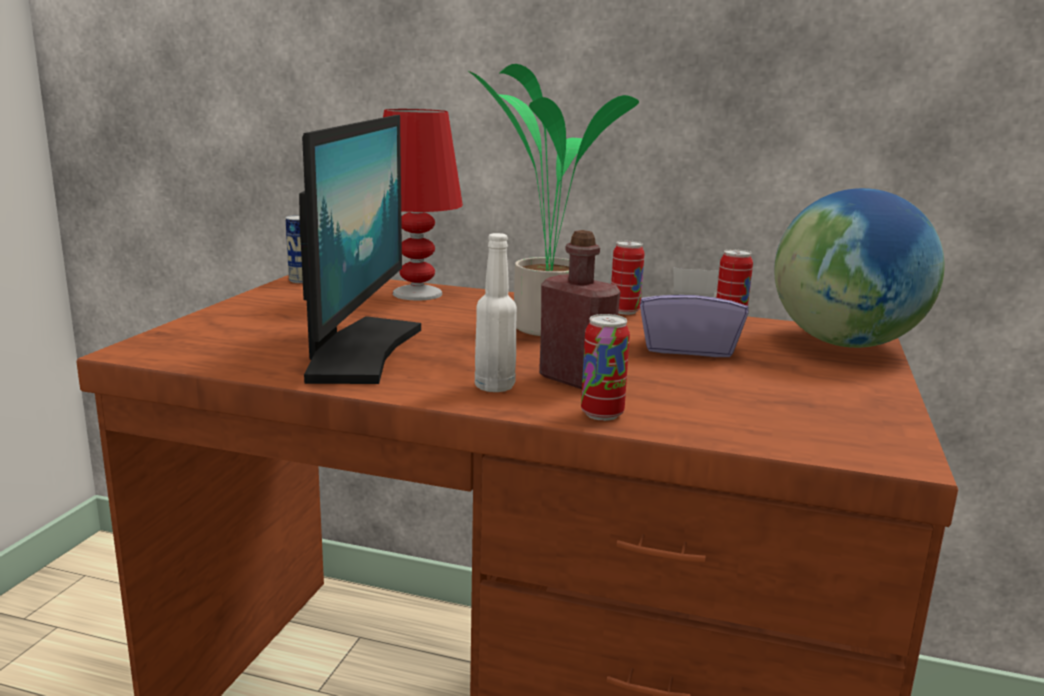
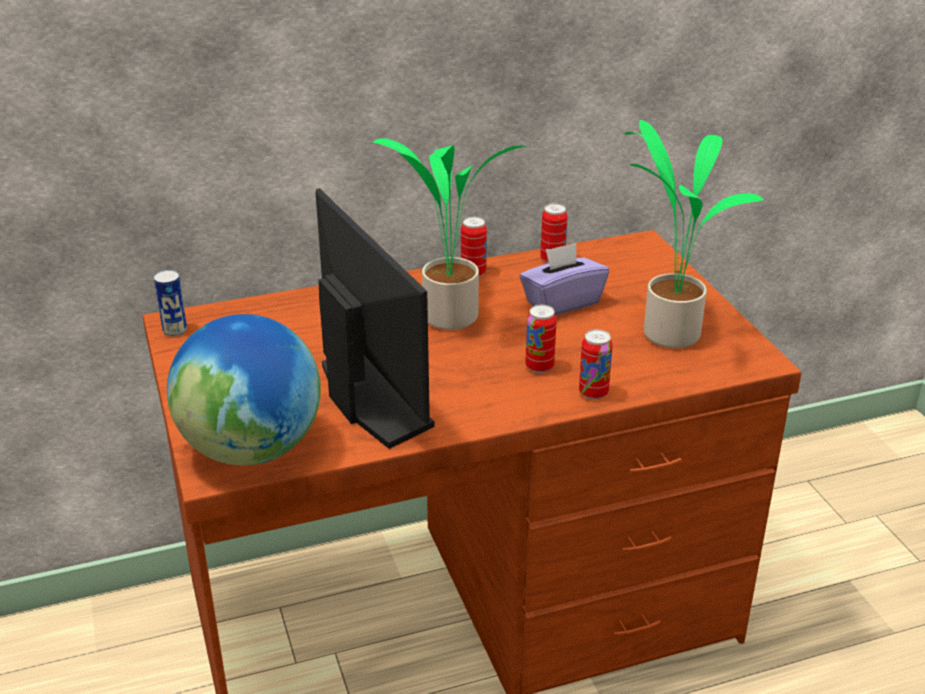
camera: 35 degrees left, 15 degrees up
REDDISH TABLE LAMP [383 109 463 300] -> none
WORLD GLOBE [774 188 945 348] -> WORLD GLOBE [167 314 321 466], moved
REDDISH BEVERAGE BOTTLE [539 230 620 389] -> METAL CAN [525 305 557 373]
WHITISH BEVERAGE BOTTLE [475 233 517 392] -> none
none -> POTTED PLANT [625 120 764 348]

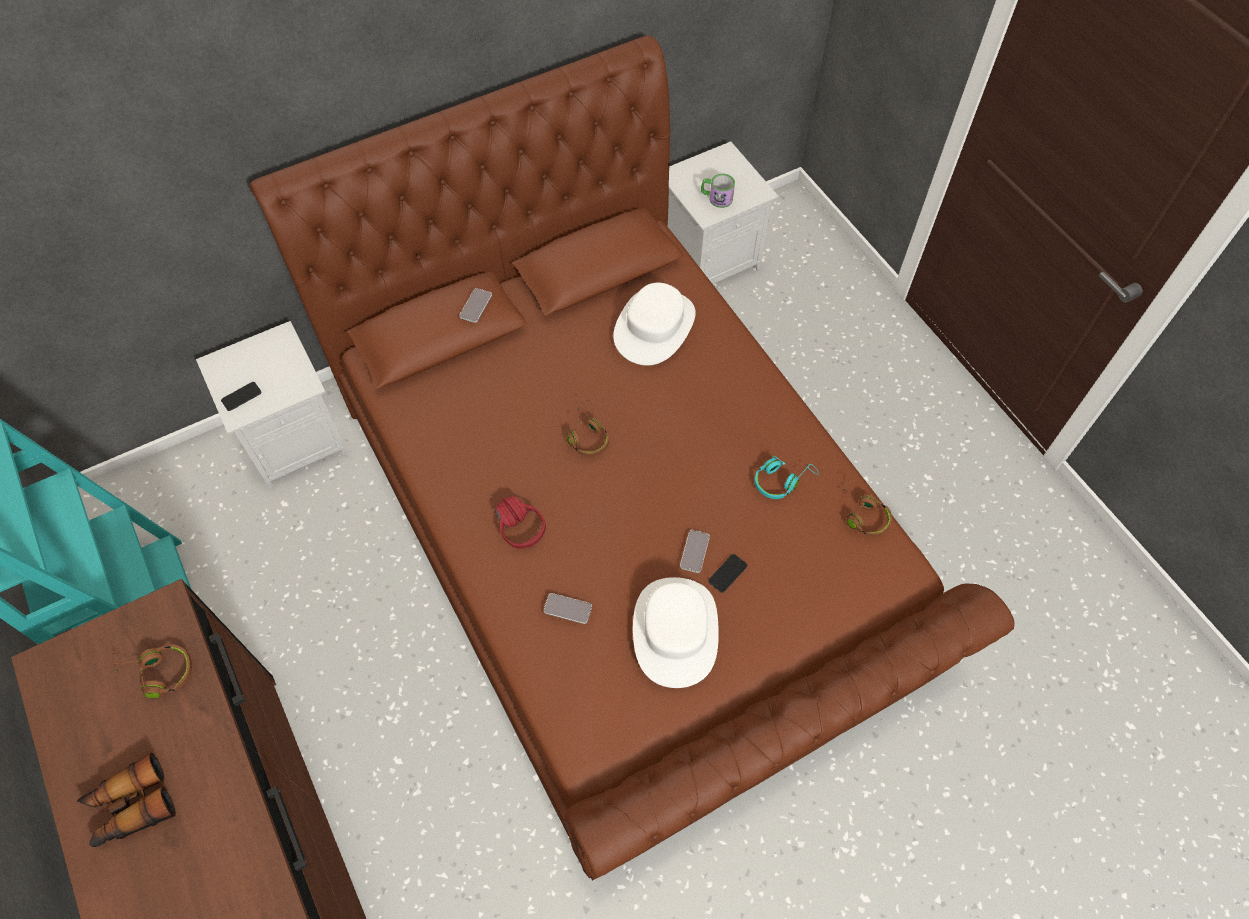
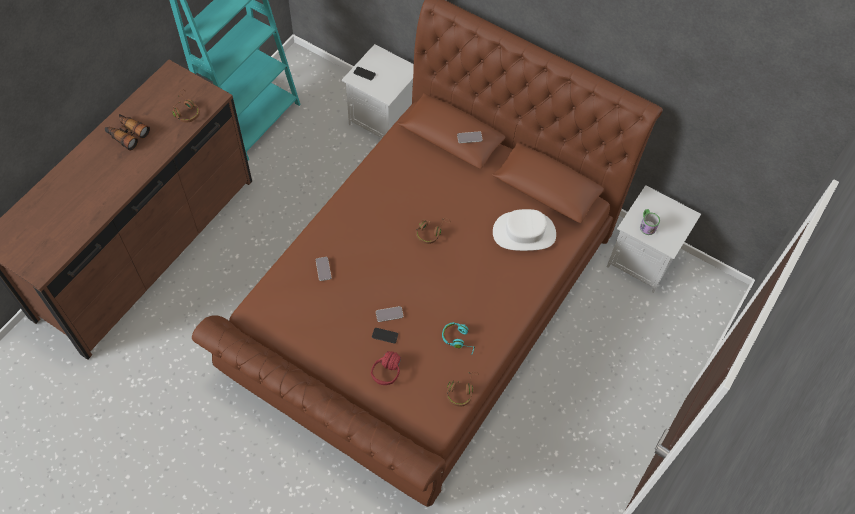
camera: 60 degrees right, 0 degrees up
REDDISH PAIR OF HEADPHONES [495 496 546 549] -> REDDISH PAIR OF HEADPHONES [371 351 401 385], moved
WHITISH WEARABLE HAT [633 577 719 688] -> none

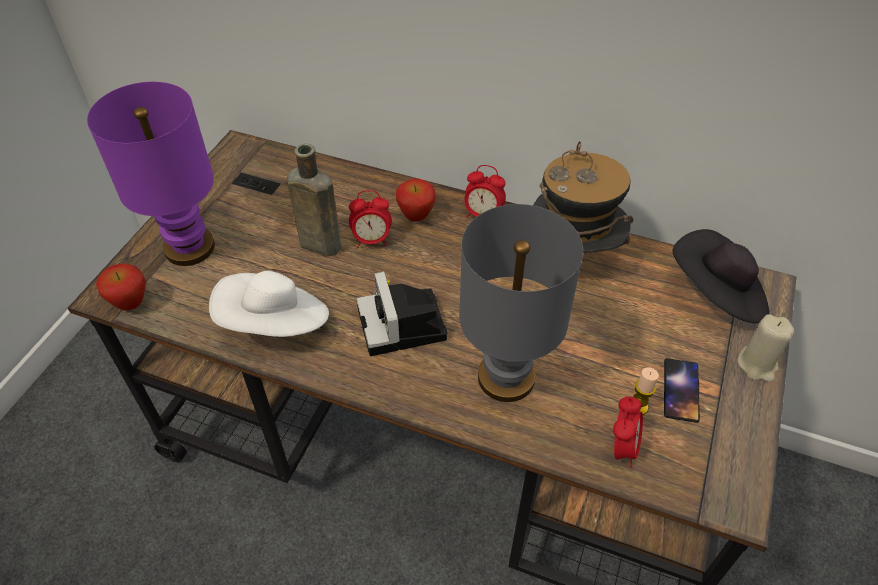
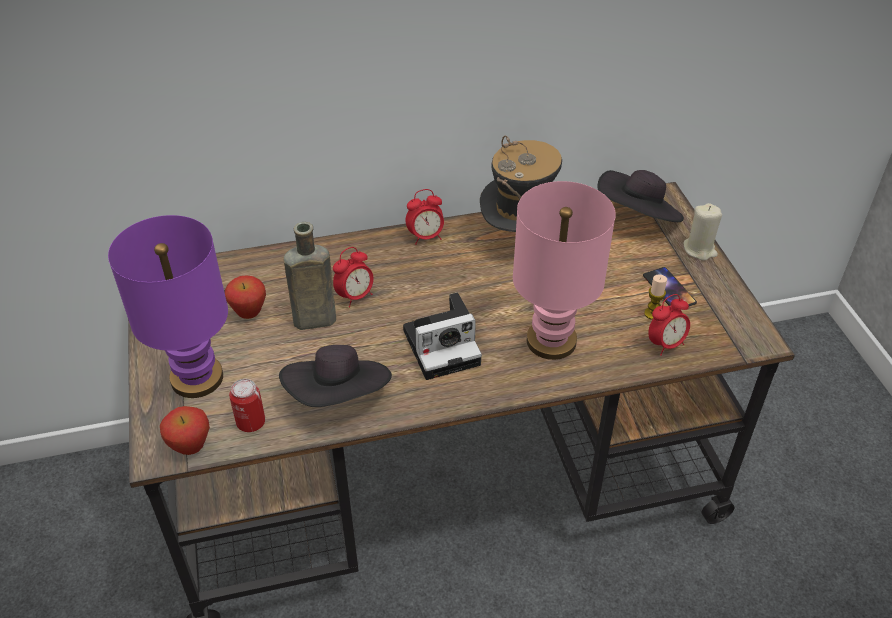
camera: 35 degrees left, 5 degrees down
APPLE FRUIT [396 179 436 222] -> APPLE FRUIT [225 275 266 319], moved
GREY TABLE LAMP [459 204 583 402] -> PINKISH TABLE LAMP [513 181 616 360]
WHITISH WEARABLE HAT [209 271 329 337] -> BLACK-COLOURED WEARABLE HAT [279 345 392 407]
STILL CAMERA [357 271 447 356] -> STILL CAMERA [403 292 482 380], 60 degrees counterclockwise
ALARM CLOCK [613 397 643 467] -> ALARM CLOCK [648 294 690 356], 75 degrees clockwise
none -> METAL CAN [229 379 265 432]

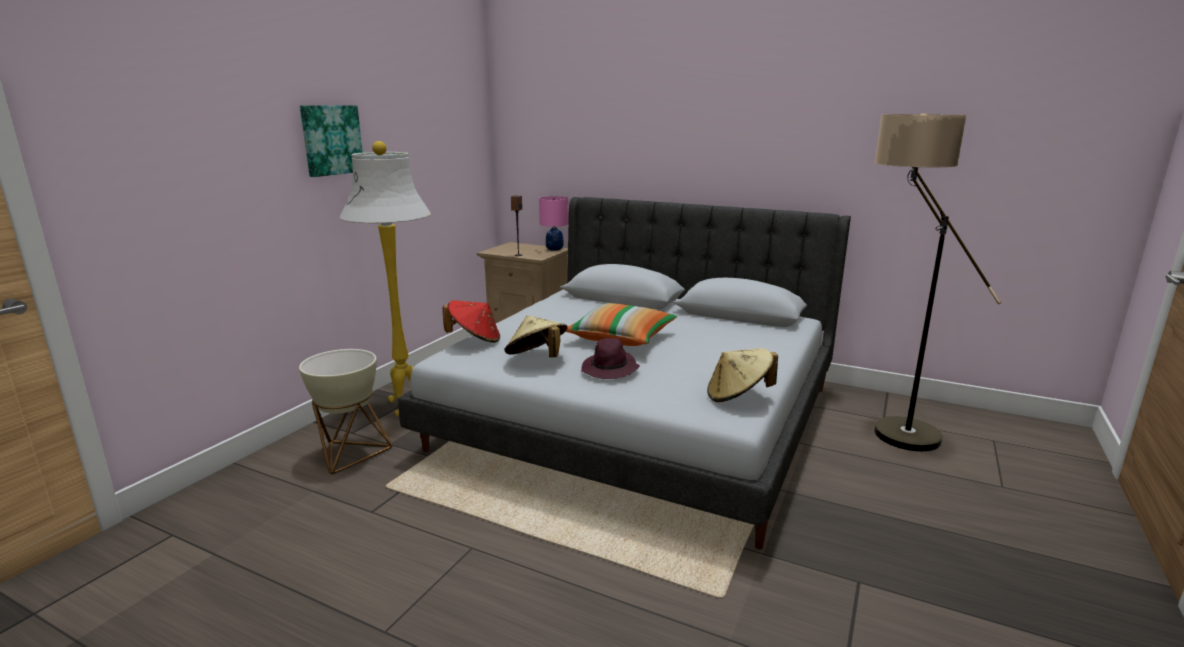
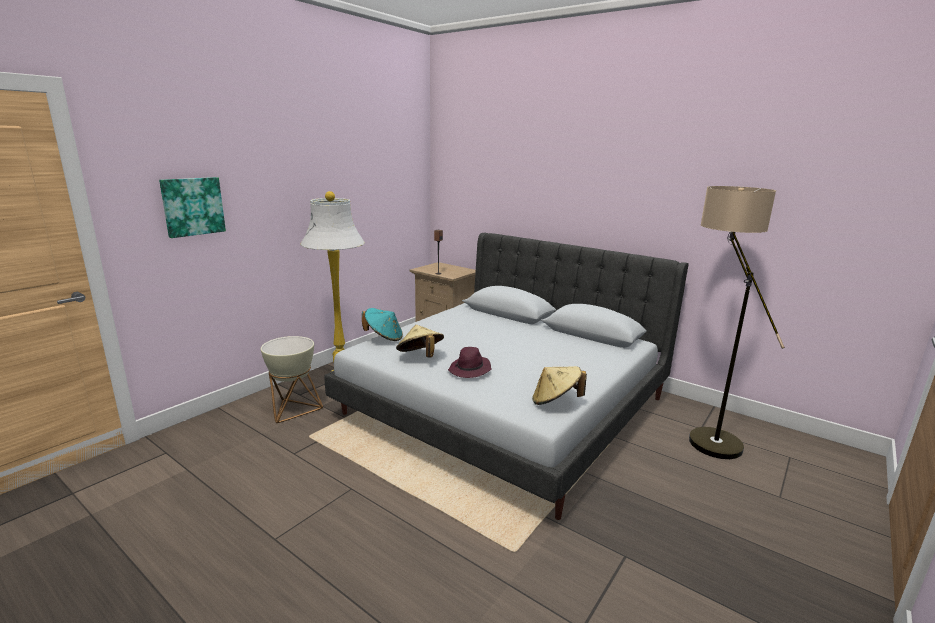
camera: 10 degrees right, 0 degrees up
WALL PICTURE [300 105 363 177] -> WALL PICTURE [159 177 226 238], moved
PINKISH TABLE LAMP [539 196 569 251] -> none
REDDISH WEARABLE HAT [443 300 500 343] -> TURQUOISE-COLOURED WEARABLE HAT [362 308 403 341]
CUSHION [566 303 677 346] -> none

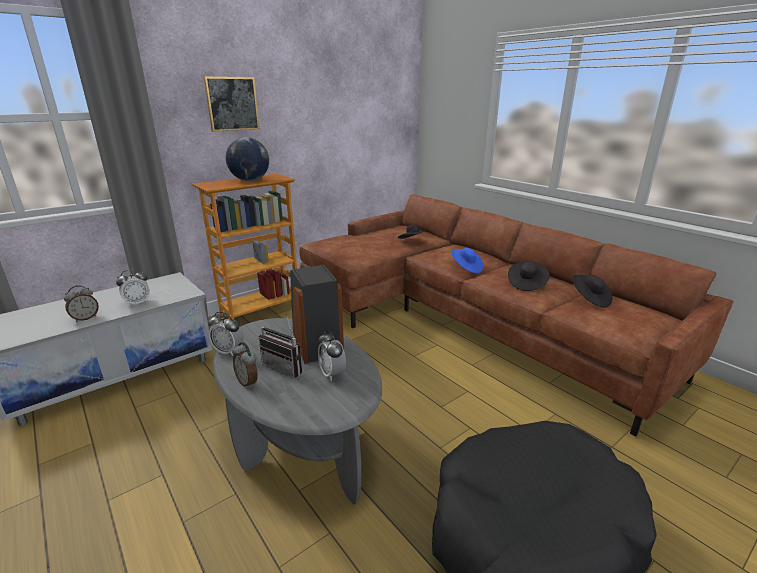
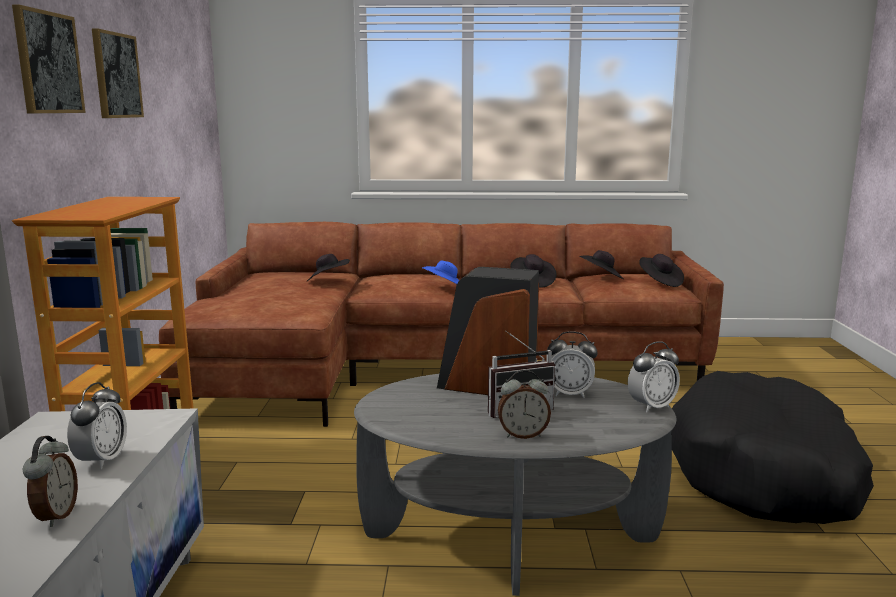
camera: 50 degrees left, 10 degrees down
WORLD GLOBE [226 138 269 181] -> none
ALARM CLOCK [208 312 244 356] -> ALARM CLOCK [628 341 680 412], moved
none -> WALL PICTURE [92 28 144 118]
none -> BLACK-COLOURED WEARABLE HAT [639 254 684 287]

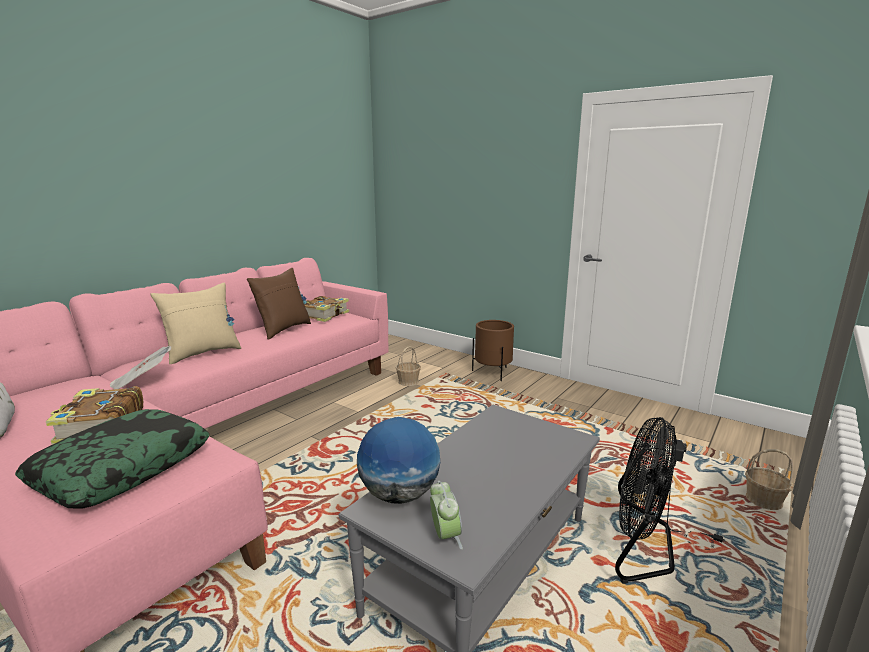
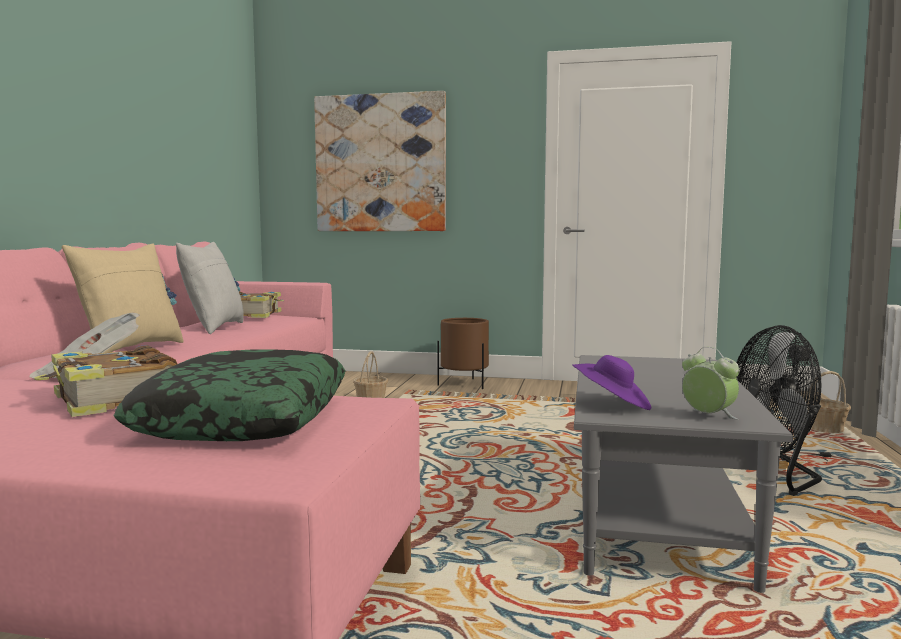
camera: 25 degrees left, 10 degrees down
BROWNISH CUSHION [247 268 311 340] -> GREY CUSHION [176 242 244 334]
WORLD GLOBE [357 417 440 504] -> PURPLE WEARABLE HAT [572 355 651 410]
none -> WALL PICTURE [314 91 446 231]

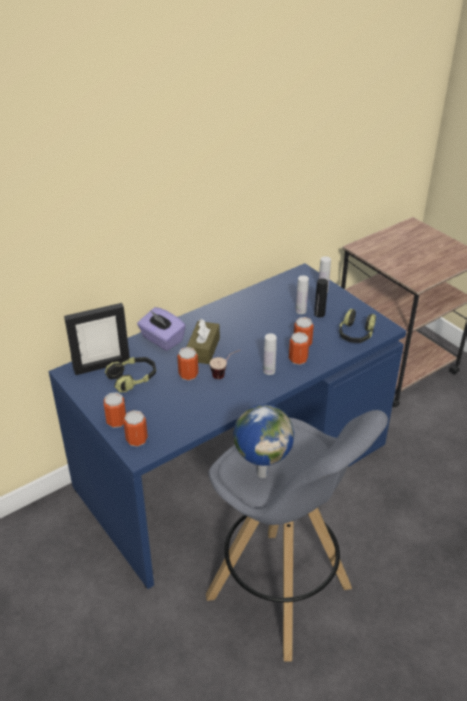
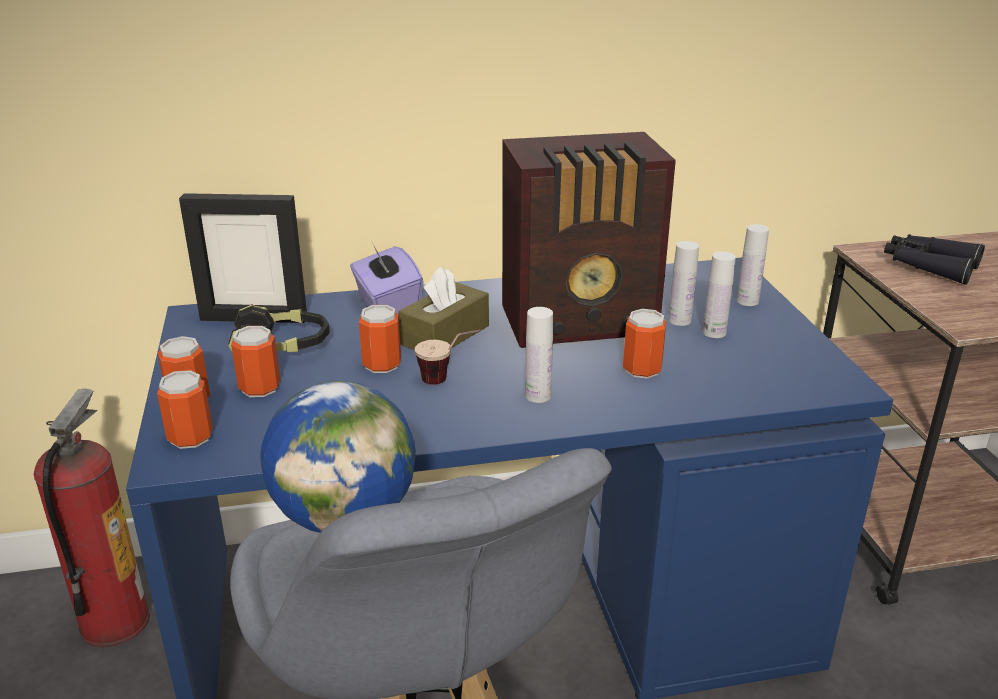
camera: 25 degrees right, 10 degrees down
BLACK-COLOURED BEVERAGE BOTTLE [314 278 328 317] -> WHITISH BEVERAGE BOTTLE [703 251 736 338]
PAIR OF HEADPHONES [339 309 376 343] -> none
METAL CAN [289 332 309 365] -> METAL CAN [231 326 280 397], moved
none -> RADIO [502 132 676 348]
none -> BLACK-COLOURED PAIR OF BINOCULARS [884 234 985 285]
none -> FIRE-FIGHTING CYLINDER [34 389 150 648]

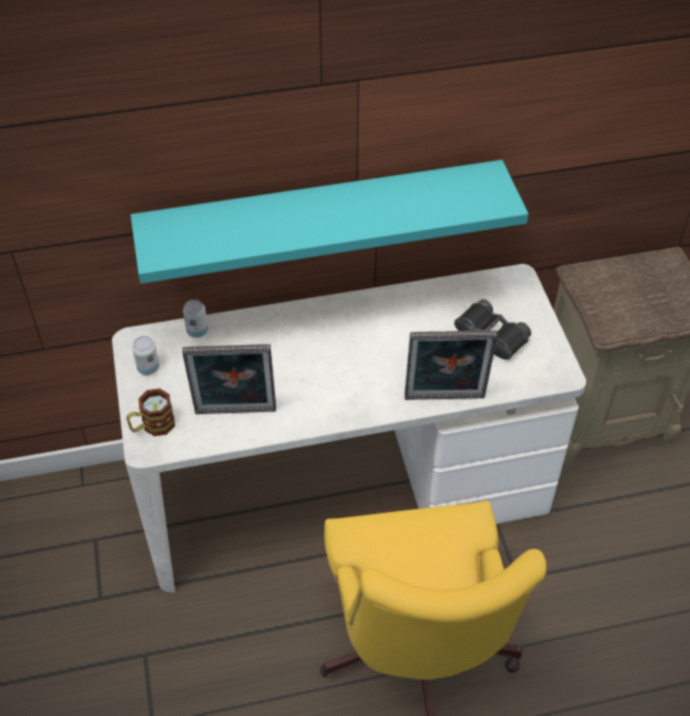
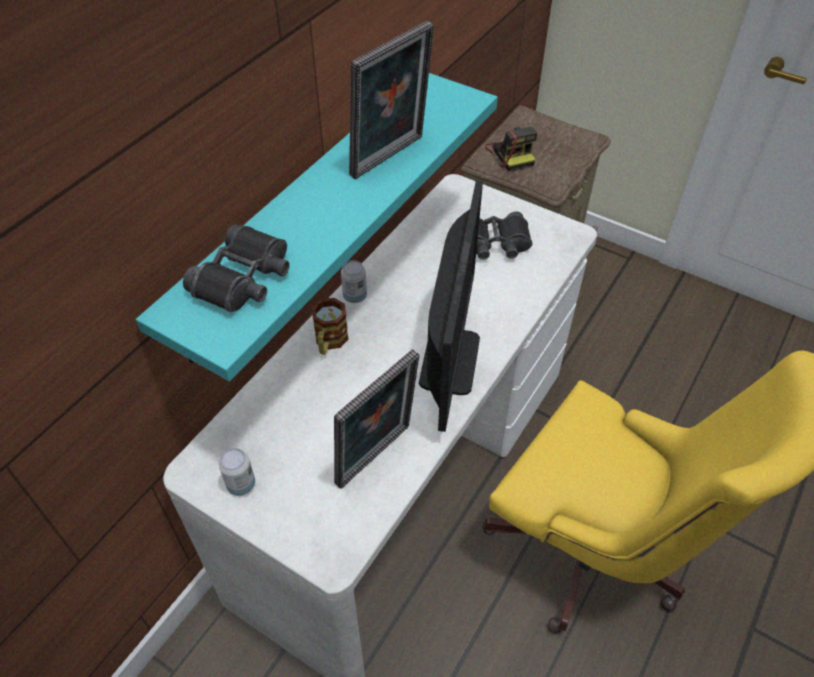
camera: 45 degrees left, 0 degrees up
METAL CAN [183 299 208 338] -> METAL CAN [341 260 367 303], moved
STANDING FRAME [405 330 497 400] -> STANDING FRAME [349 21 434 179], moved
COFFEE MUG [126 388 175 436] -> COFFEE MUG [312 298 349 355], moved
none -> STILL CAMERA [485 126 537 171]
none -> MONITOR [419 181 483 432]
none -> BLACK-COLOURED PAIR OF BINOCULARS [183 224 290 312]

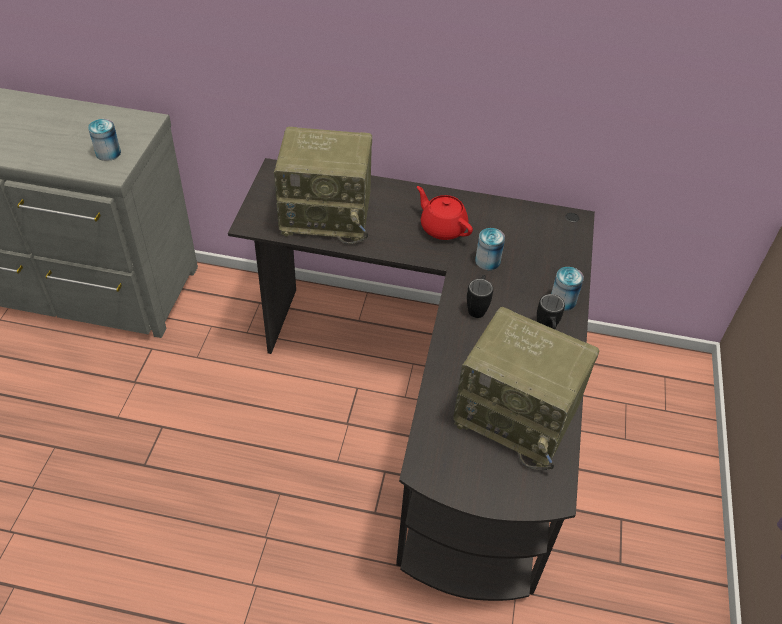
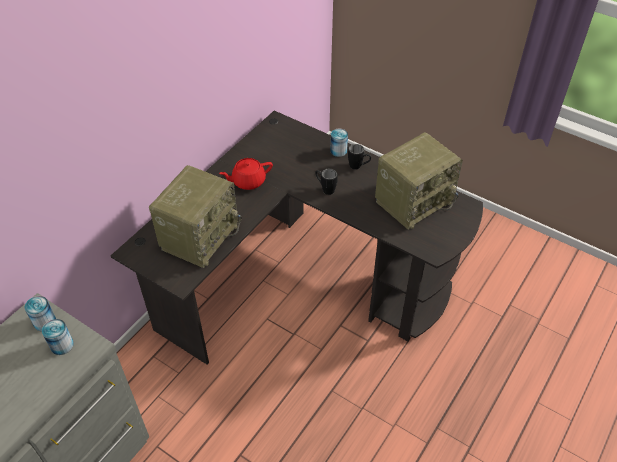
camera: 65 degrees left, 0 degrees up
METAL CAN [475 228 505 270] -> METAL CAN [25 296 56 331], moved

